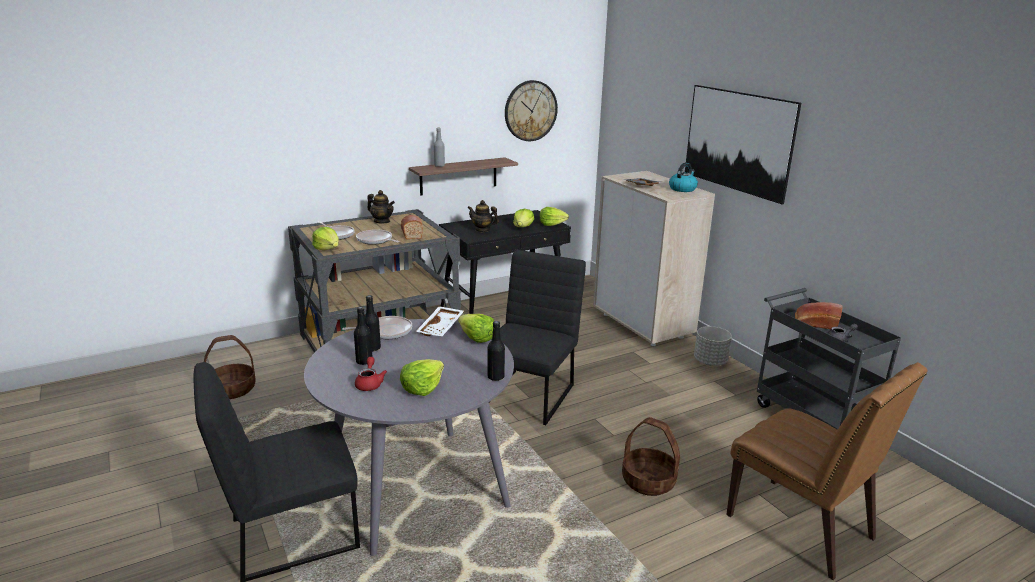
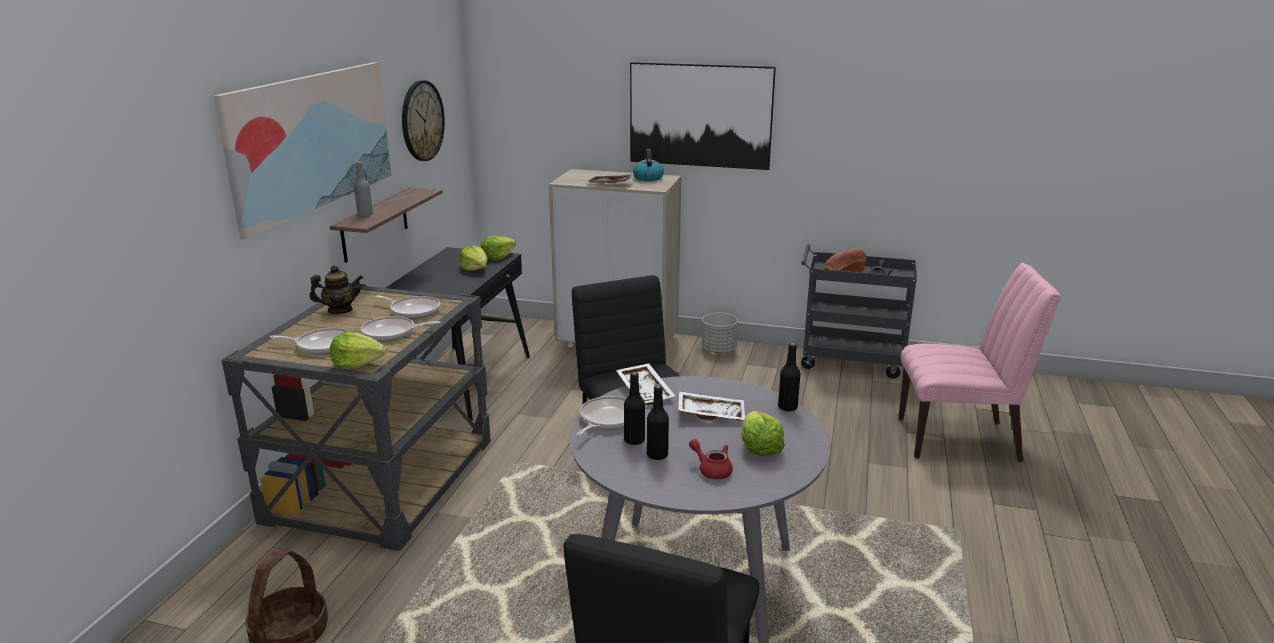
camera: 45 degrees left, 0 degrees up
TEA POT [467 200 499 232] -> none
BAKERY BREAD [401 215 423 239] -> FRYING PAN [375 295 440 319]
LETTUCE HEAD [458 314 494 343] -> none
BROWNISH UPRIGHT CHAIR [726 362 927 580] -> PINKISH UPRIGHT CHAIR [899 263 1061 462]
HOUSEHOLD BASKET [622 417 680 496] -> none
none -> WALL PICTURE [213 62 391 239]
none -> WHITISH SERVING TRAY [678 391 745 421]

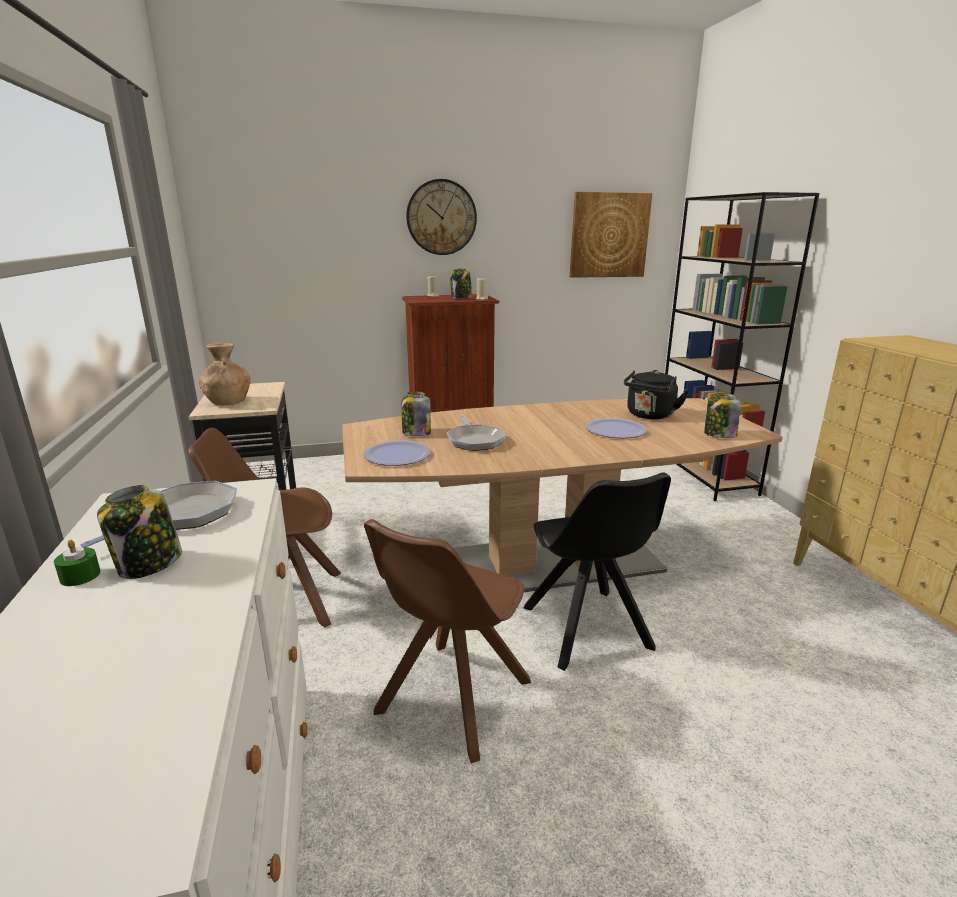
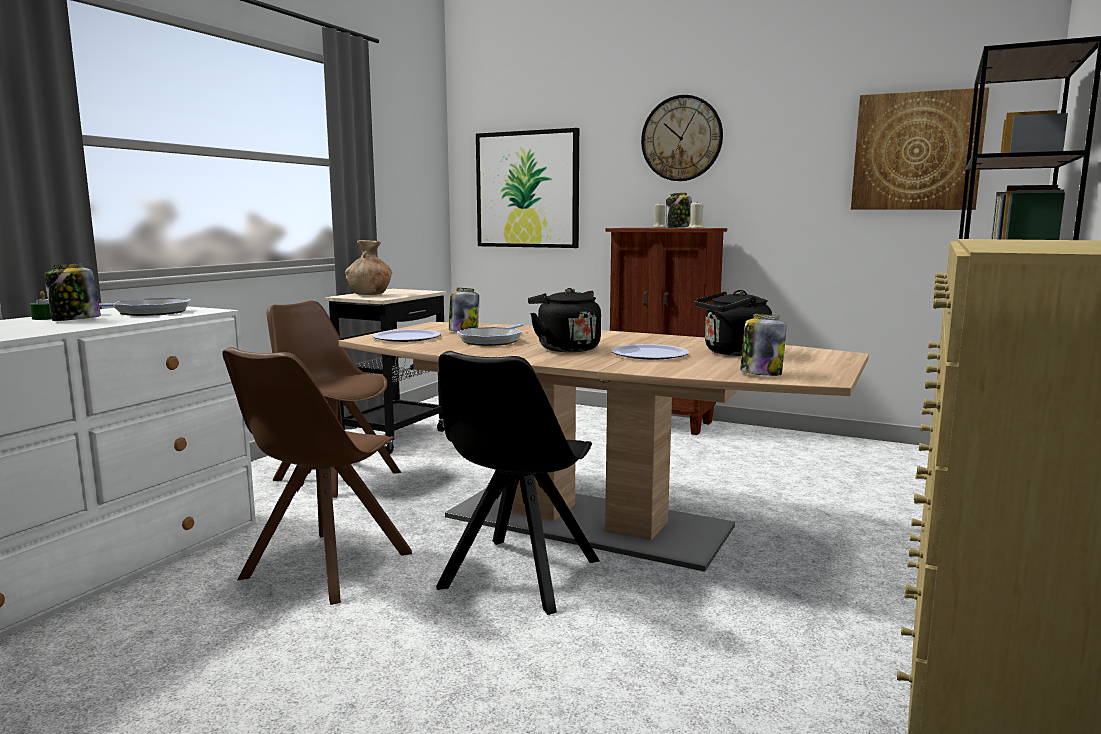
camera: 40 degrees right, 10 degrees down
BROWNISH UPRIGHT CHAIR [364 519 531 763] -> BROWNISH UPRIGHT CHAIR [222 347 412 605], 45 degrees counterclockwise
none -> WALL PICTURE [476 128 579 248]
none -> BLACK-COLOURED TEA KETTLE [528 288 601 352]

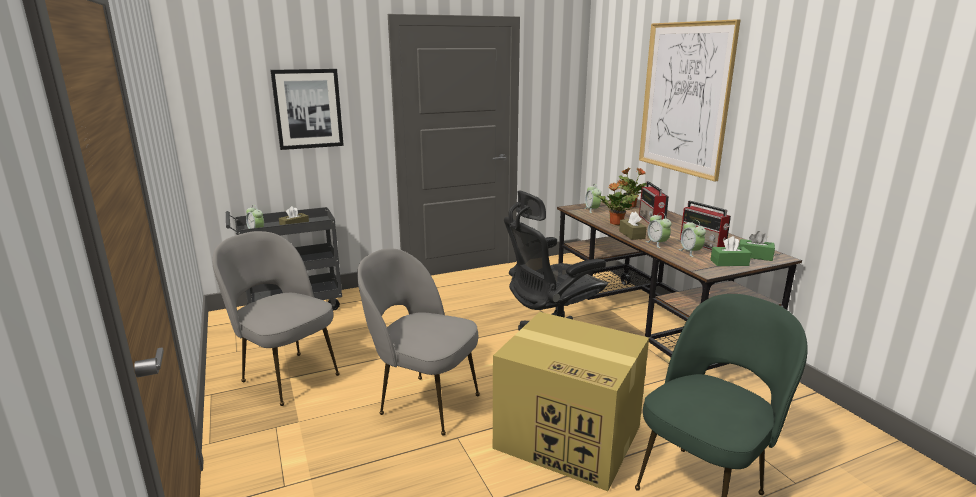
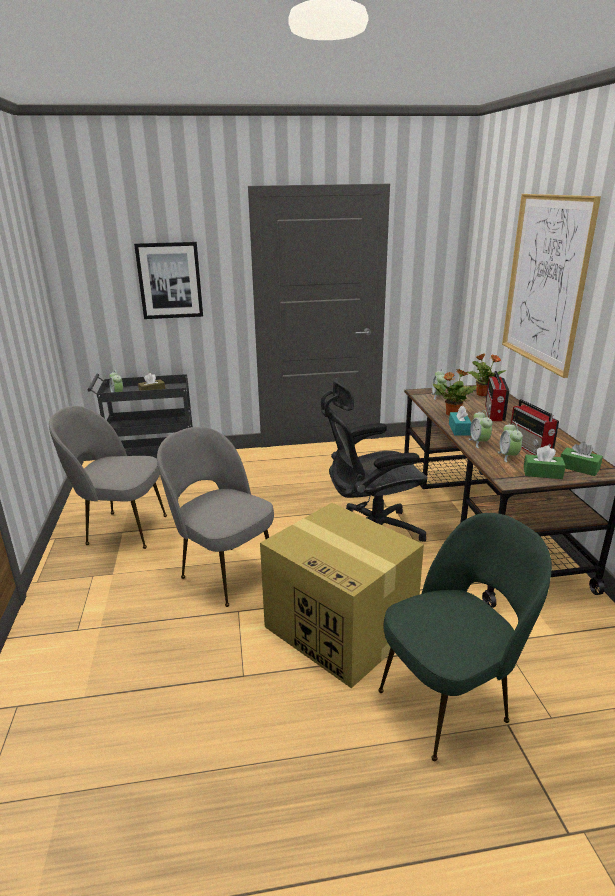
camera: 15 degrees right, 5 degrees up
BROWNISH TISSUE BOX [619 212 647 240] -> TURQUOISE-COLOURED TISSUE BOX [449 406 472 436]
GREY UPRIGHT CHAIR [212 231 340 406] -> GREY UPRIGHT CHAIR [49 406 167 549], 45 degrees counterclockwise

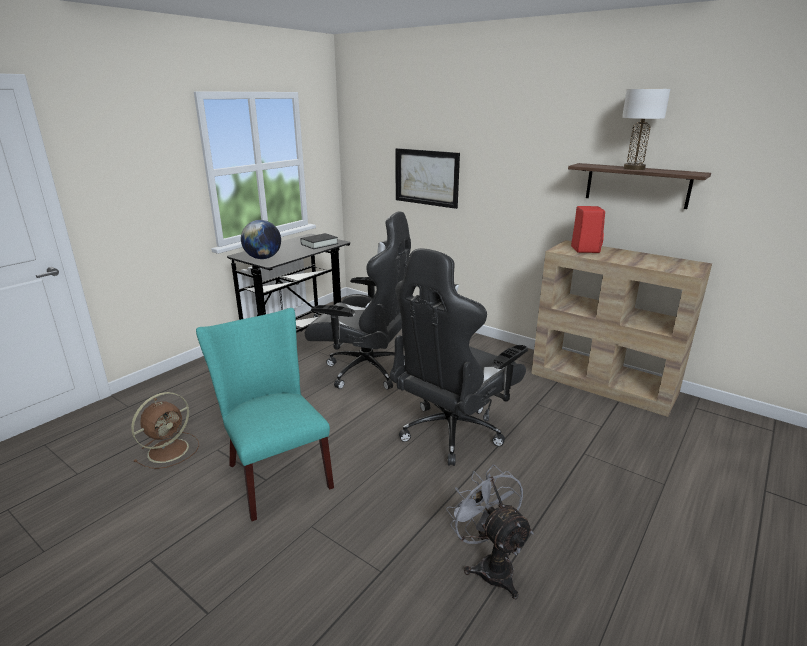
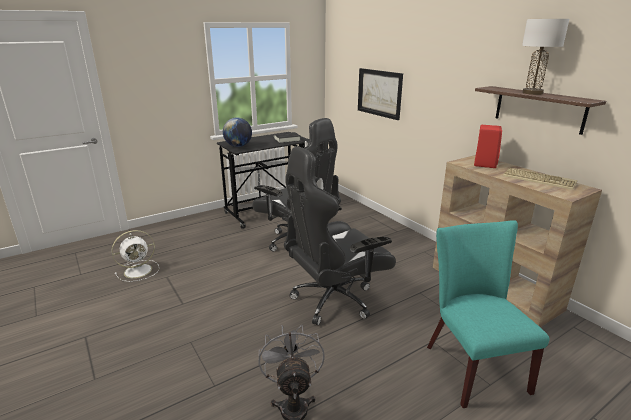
camera: 20 degrees right, 0 degrees up
TURQUOISE-COLOURED UPRIGHT CHAIR [196 308 334 521] -> TURQUOISE-COLOURED UPRIGHT CHAIR [427 220 550 408], moved
BROWNISH ELECTRIC FAN [131 392 199 469] -> WHITISH ELECTRIC FAN [112 230 159 282]
none -> PC KEYBOARD [503 168 577 190]

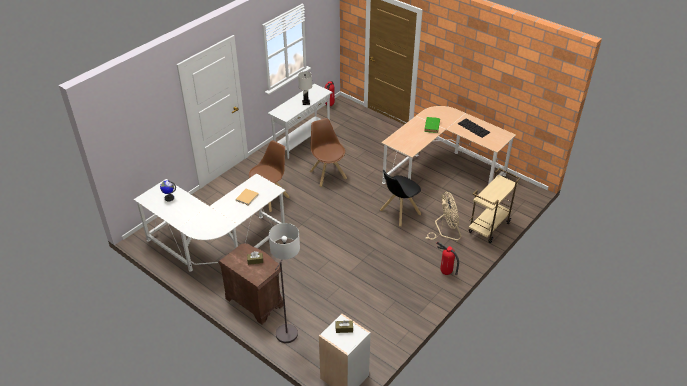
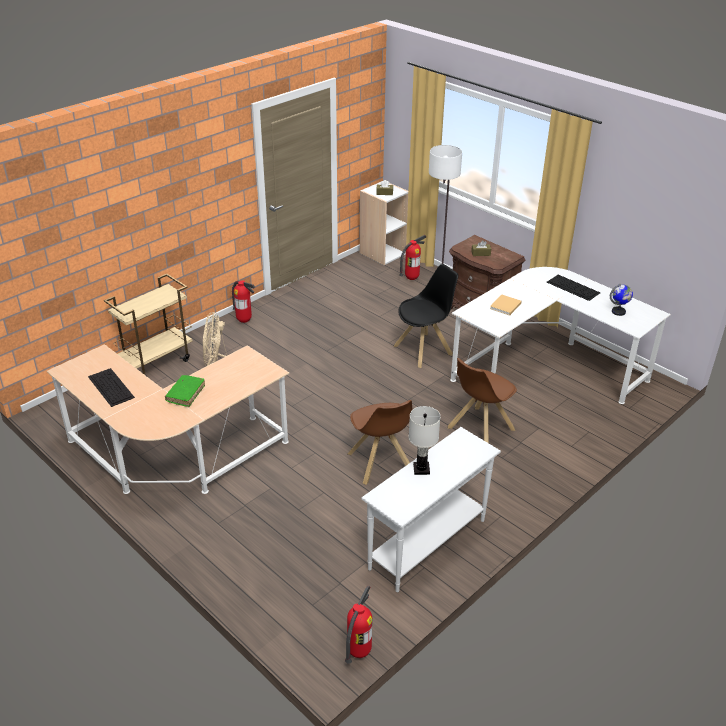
camera: 175 degrees left, 5 degrees down
BLACK-COLOURED UPRIGHT CHAIR [380 170 421 227] -> BLACK-COLOURED UPRIGHT CHAIR [393 264 459 368], moved
none -> FIRE-FIGHTING CYLINDER [399 235 426 280]
none -> PC KEYBOARD [547 275 600 301]

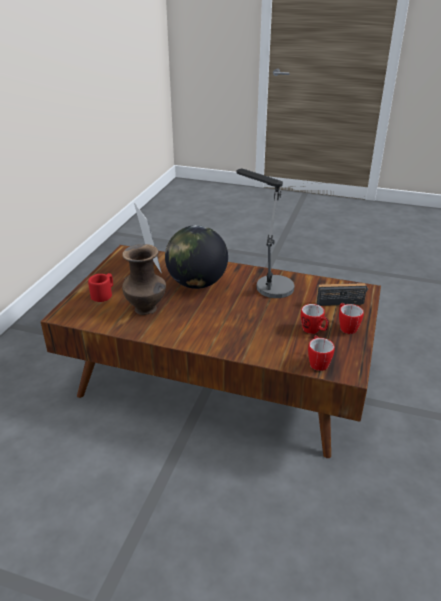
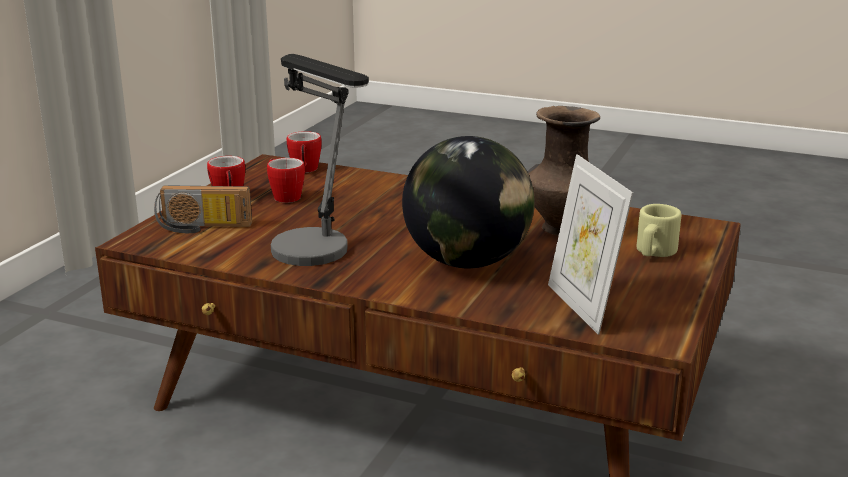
camera: 175 degrees left, 10 degrees down
REDDISH COFFEE MUG [88 273 113 302] -> BEIGE-COLOURED COFFEE MUG [636 204 681 257]

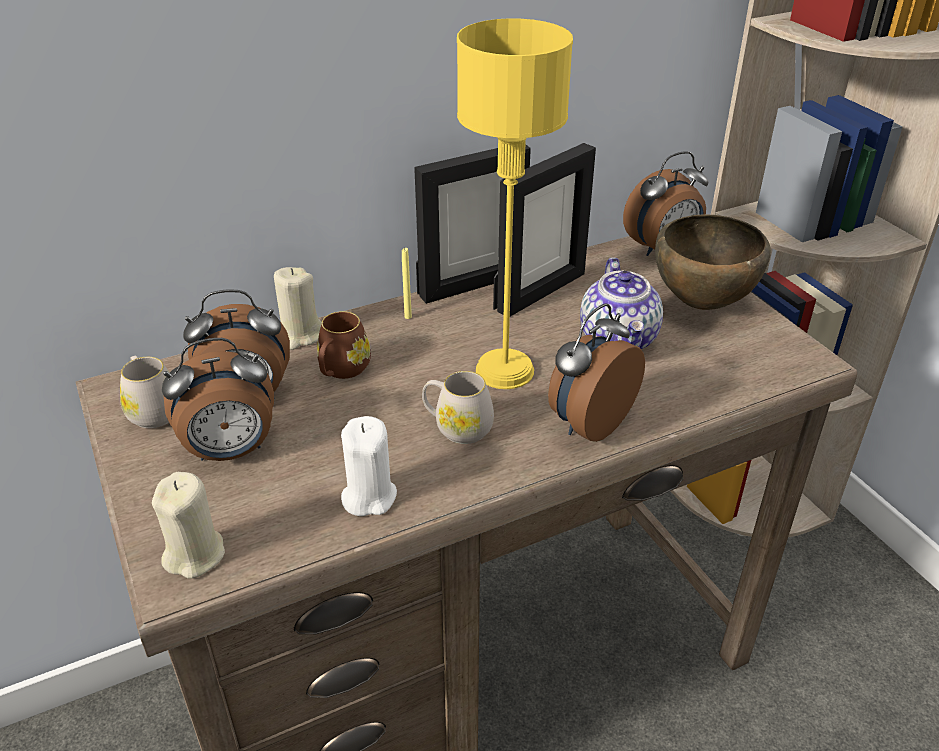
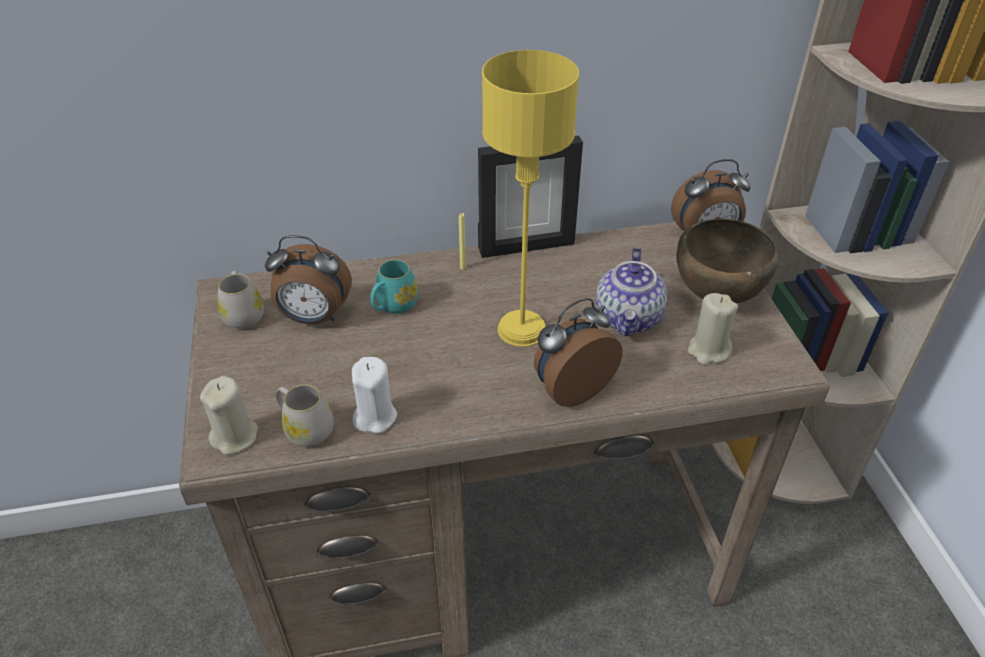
camera: 15 degrees right, 5 degrees up
STANDING FRAME [493 143 596 316] -> none
BEIGE-COLOURED WAX LIGHT [274 267 322 350] -> BEIGE-COLOURED WAX LIGHT [688 293 738 365], moved
BROWNISH COFFEE MUG [317 311 371 379] -> TURQUOISE-COLOURED COFFEE MUG [370 259 418 314]
ALARM CLOCK [162 338 274 461] -> none
WHITISH COFFEE MUG [422 371 494 444] -> WHITISH COFFEE MUG [276 384 334 447], moved

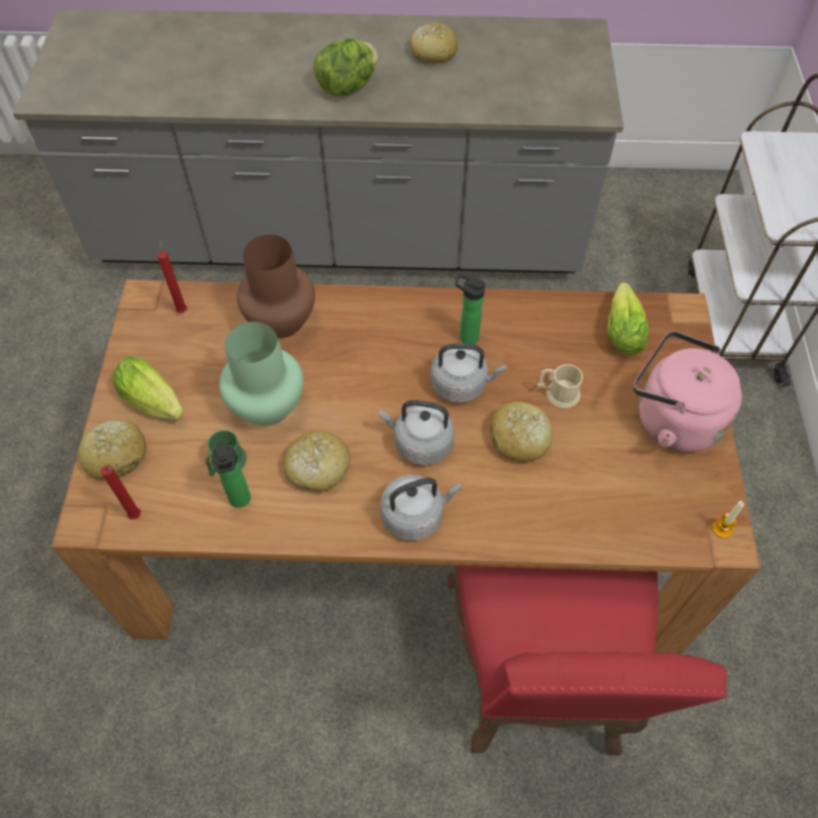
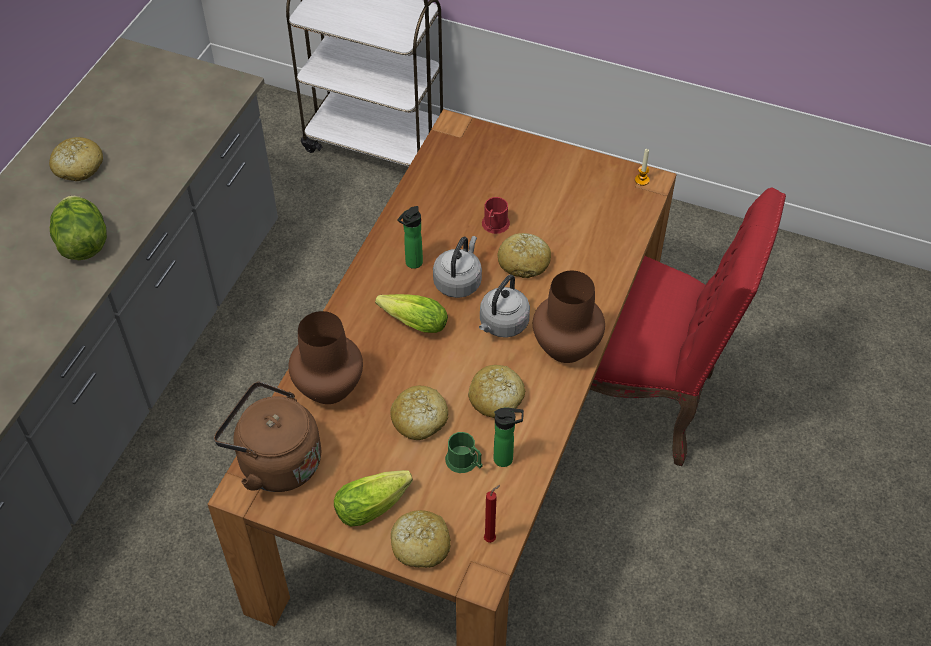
camera: 70 degrees left, 5 degrees down
REDDISH WAX LIGHT [157 240 187 313] -> BROWNISH TEA KETTLE [214 381 321 492]
LETTUCE HEAD [607 283 649 355] -> LETTUCE HEAD [375 294 448 333], moved
GREEN DECORATIVE VASE [219 322 304 426] -> BAKERY BREAD [390 385 448 440]
PINKISH TEA KETTLE [634 331 742 452] -> none
BEIGE-COLOURED COFFEE MUG [537 364 583 408] -> REDDISH COFFEE MUG [482 197 510 234]
GREY TEA KETTLE [380 475 461 541] -> BROWNISH DECORATIVE VASE [533 271 605 363]

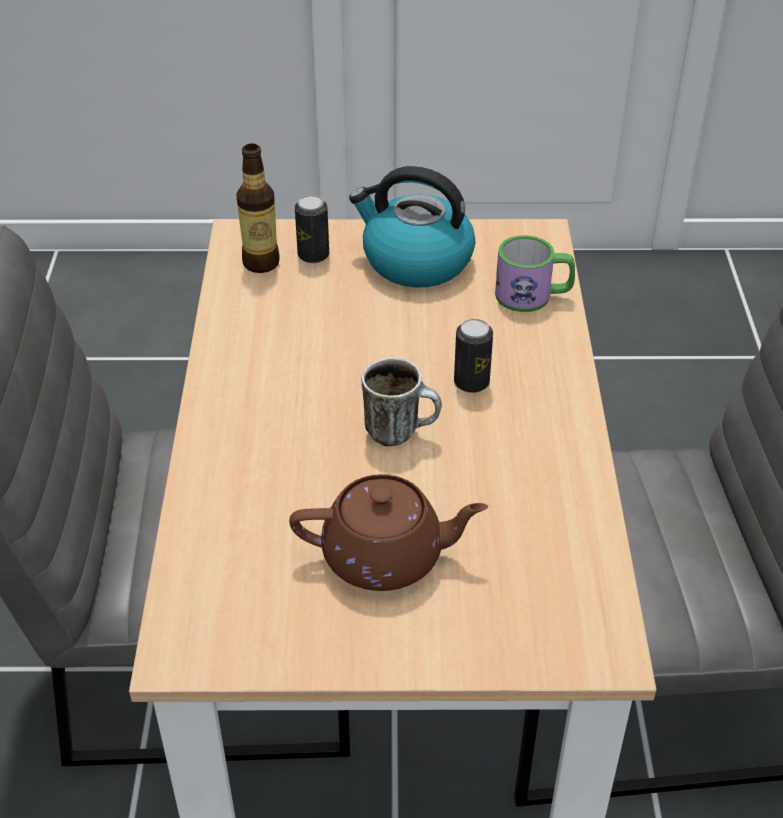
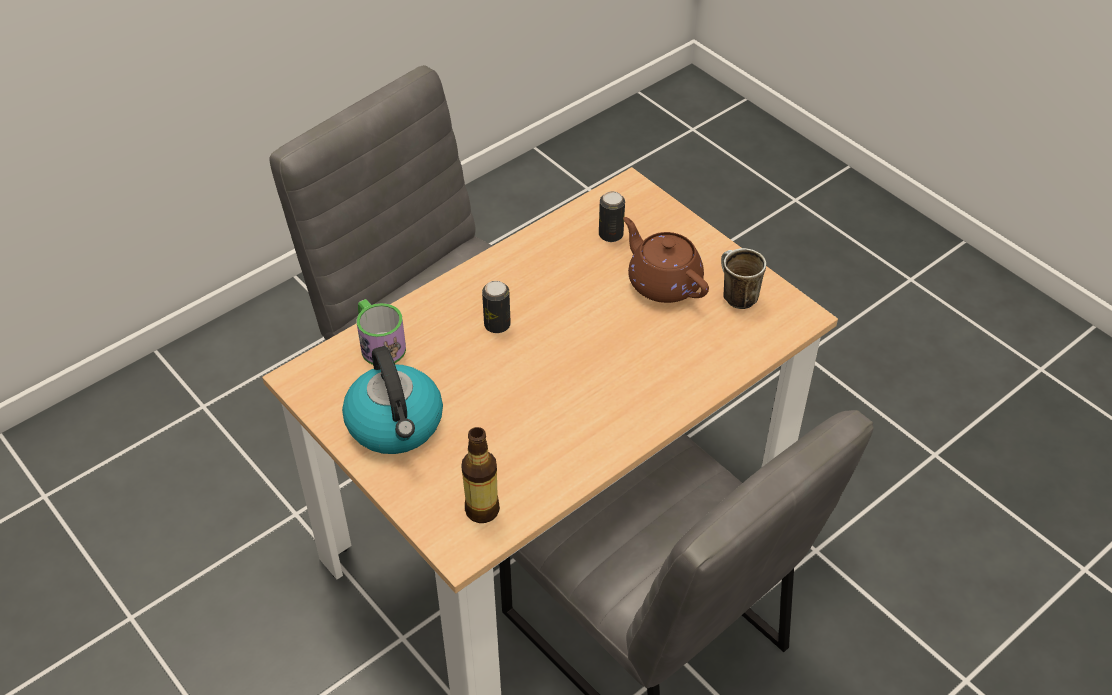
camera: 130 degrees left, 5 degrees up
METAL CAN [295 195 329 263] -> METAL CAN [599 191 625 242], moved
COFFEE MUG [361 358 442 446] -> COFFEE MUG [721 248 766 309], moved

